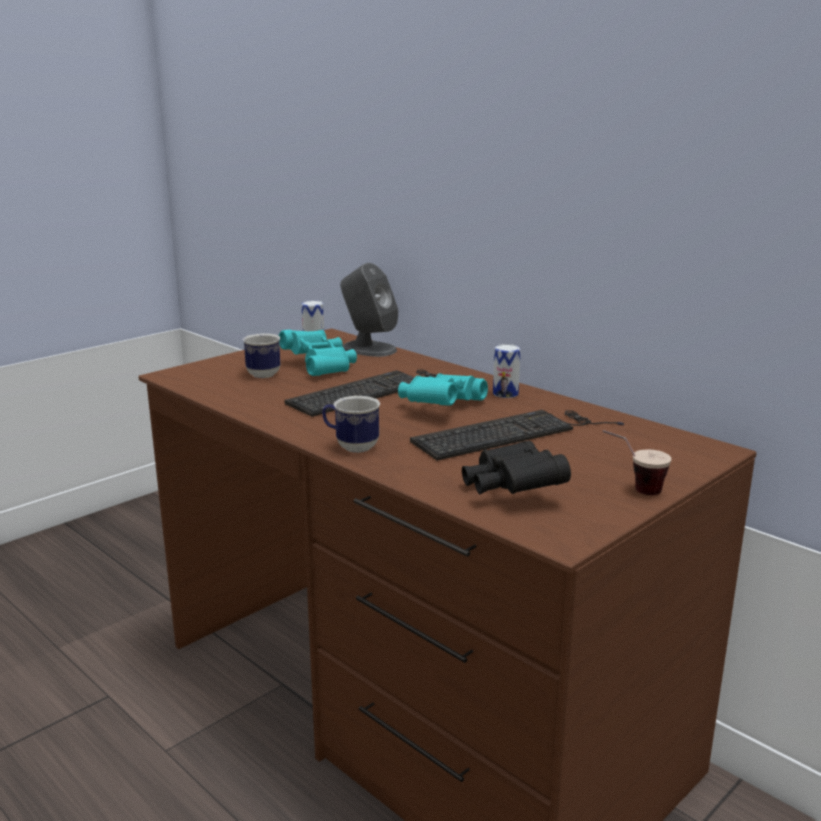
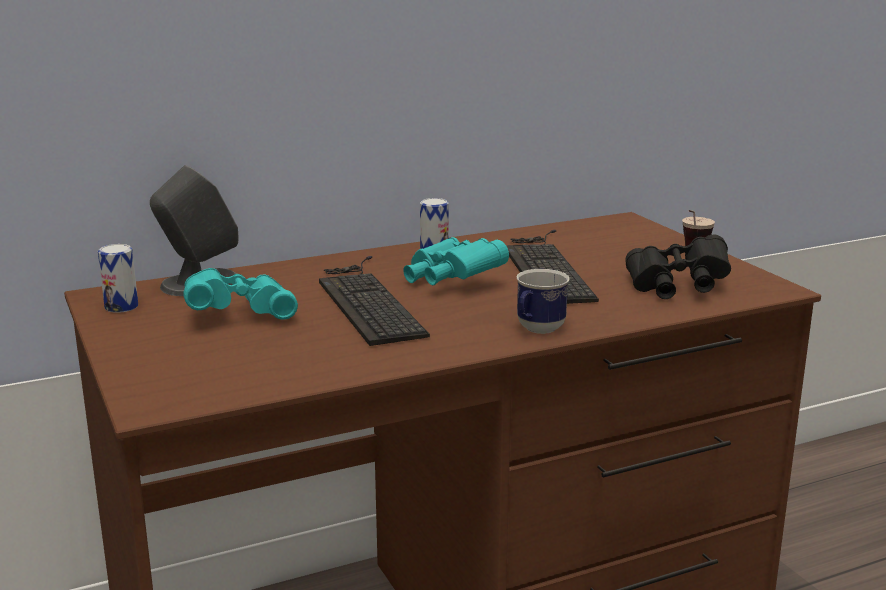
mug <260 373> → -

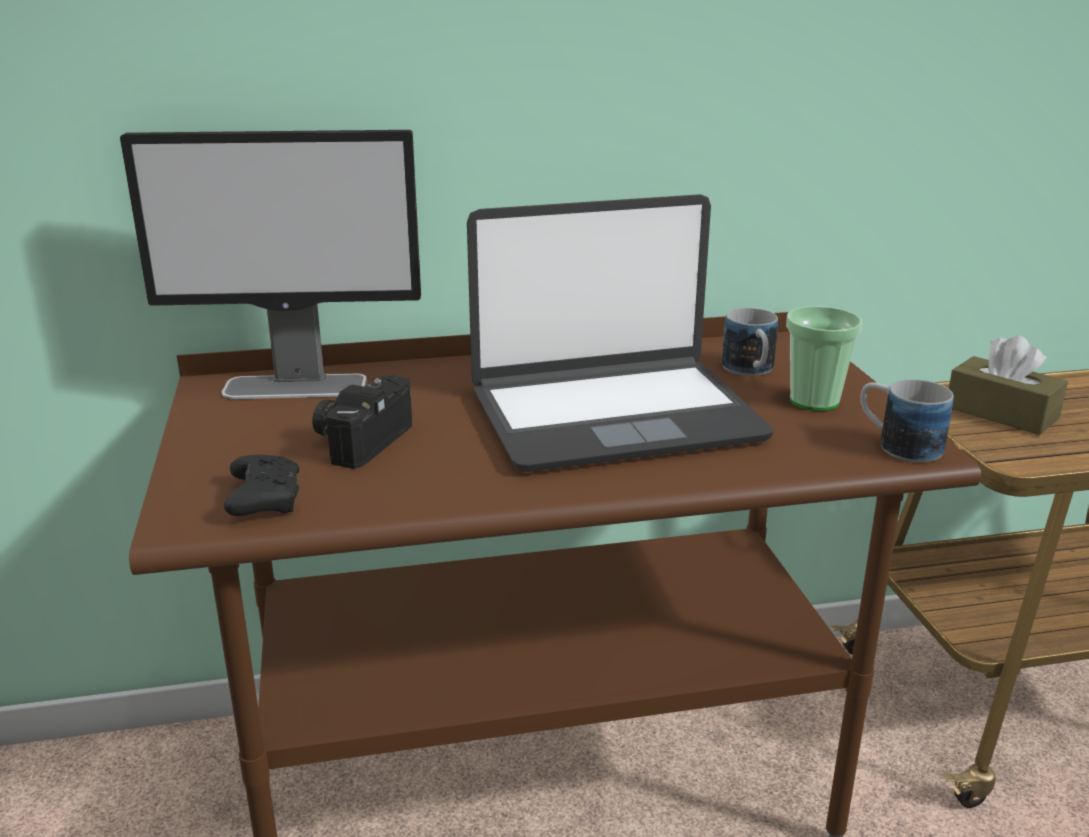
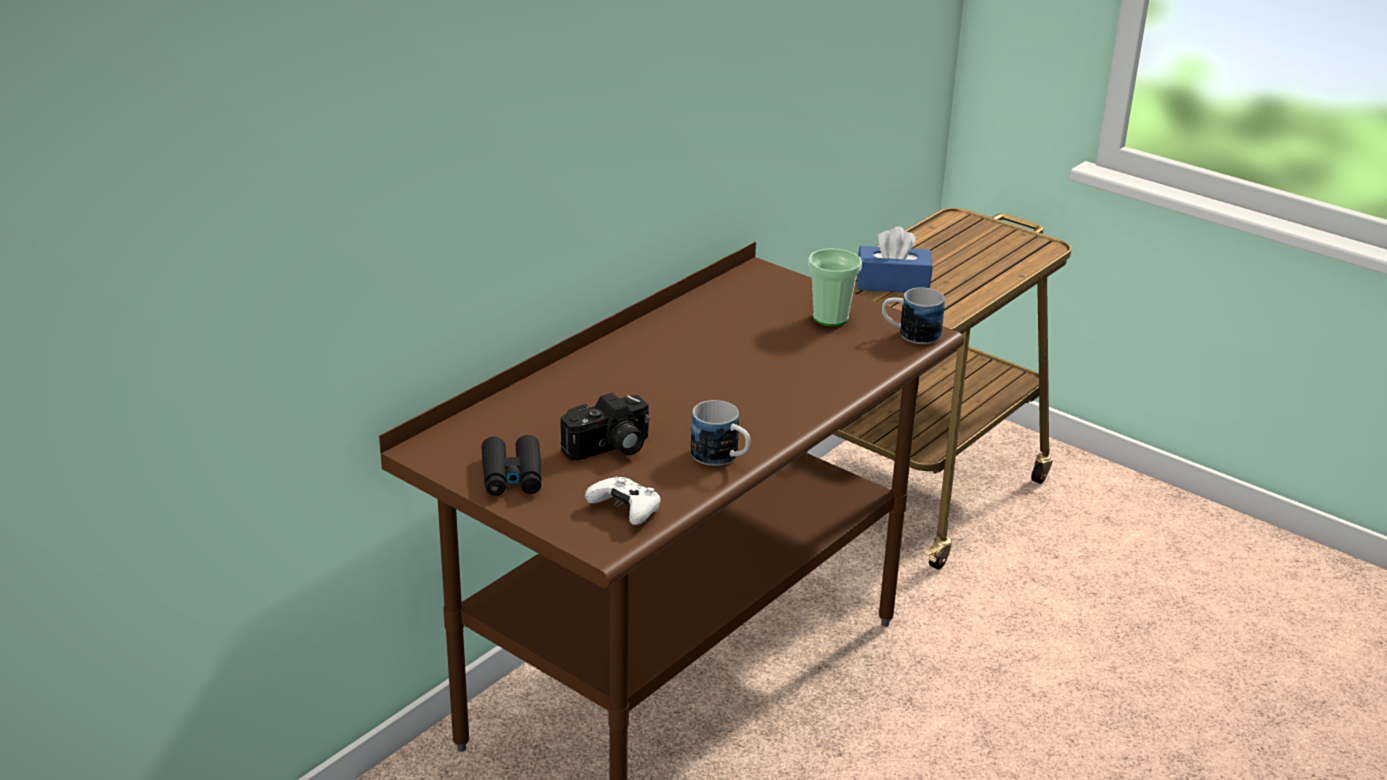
monitor <297 387> → -
laptop <614 416> → -
mug <751 371> → mug <722 458>, relocated
brown_tissue_box <1001 413> → blue_tissue_box <892 283>
photo_camera <361 439> → photo_camera <609 449>, 105 degrees counterclockwise
black_game_controller <265 500> → white_game_controller <626 510>
- → black_binoculars <512 476>

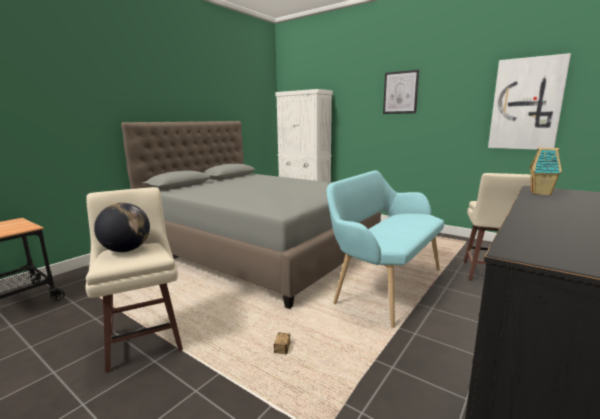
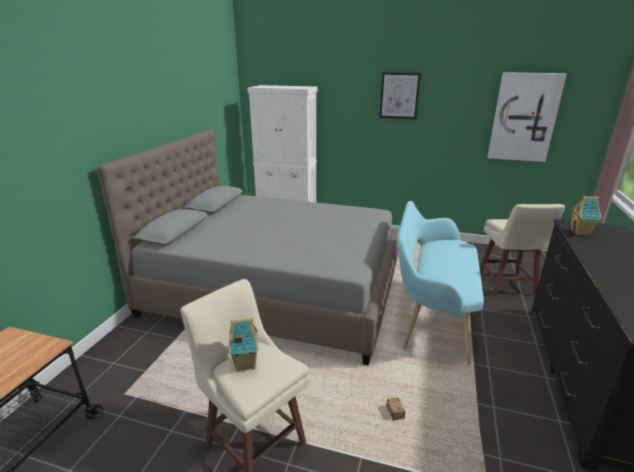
globe <126 250> → toy_house <245 363>

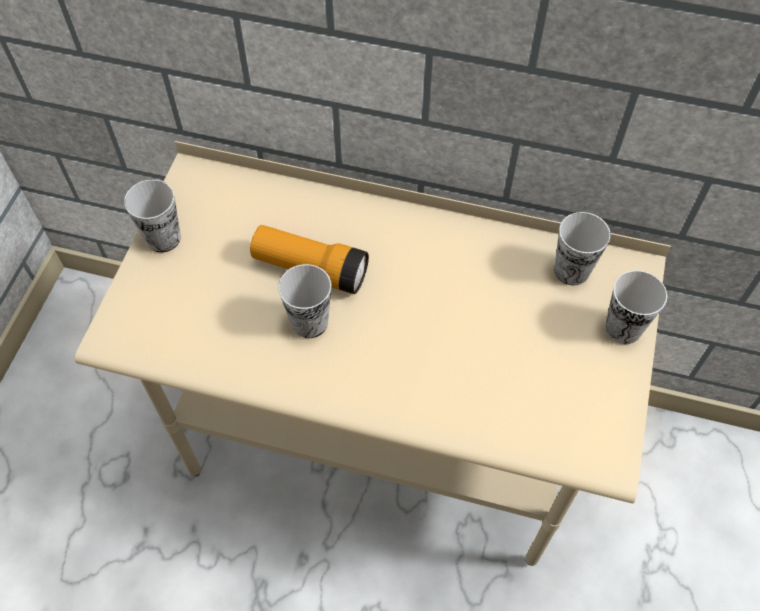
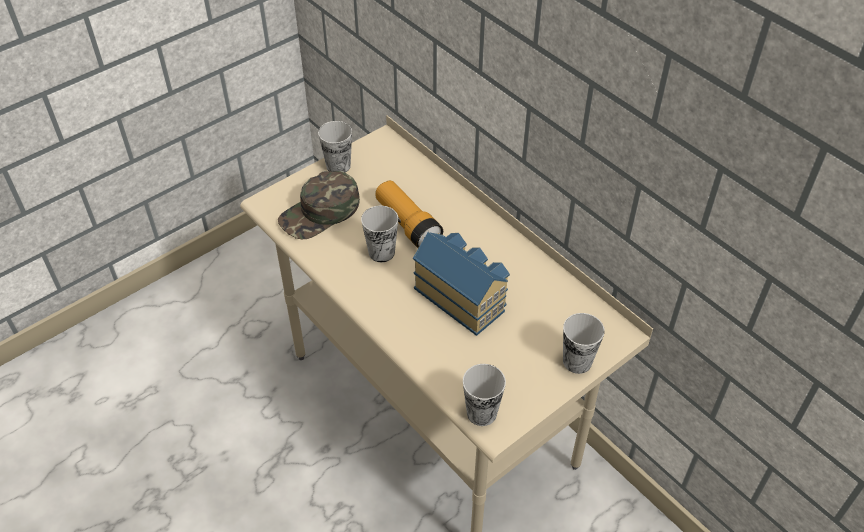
cup <571 270> → cup <481 413>, relocated
- → green_cap <320 213>
- → toy_house <461 296>

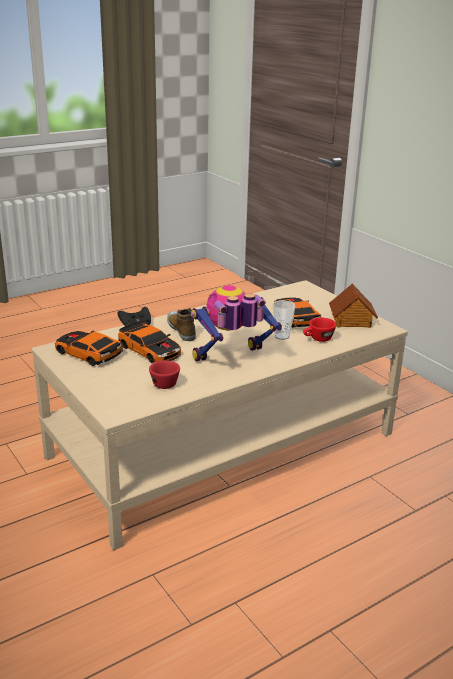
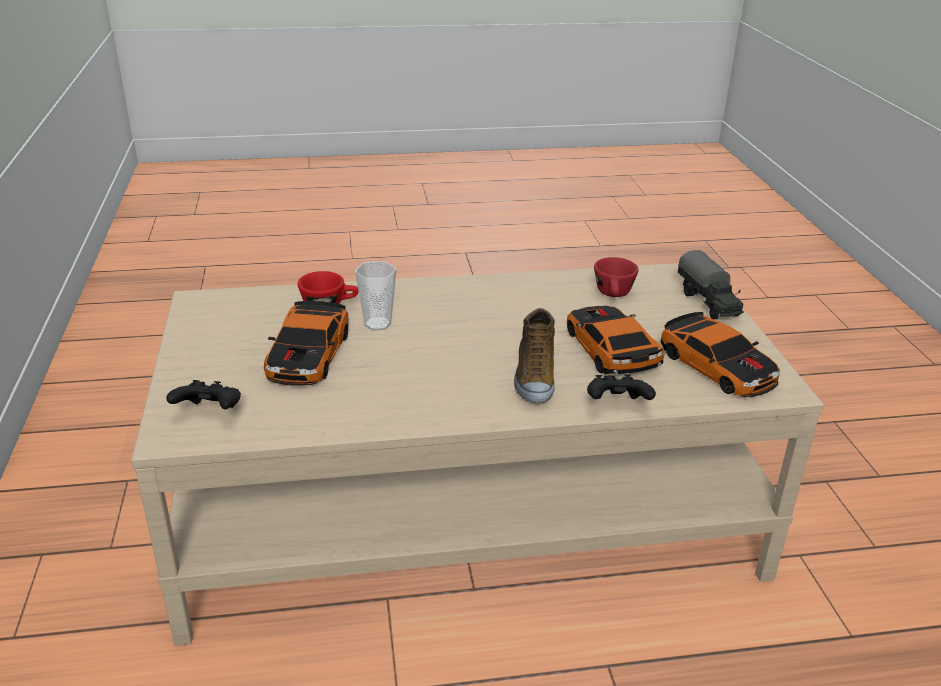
toy_house <351 321> → -
toy_robot <231 359> → -
- → toy_truck <708 303>
- → black_game_controller <210 412>

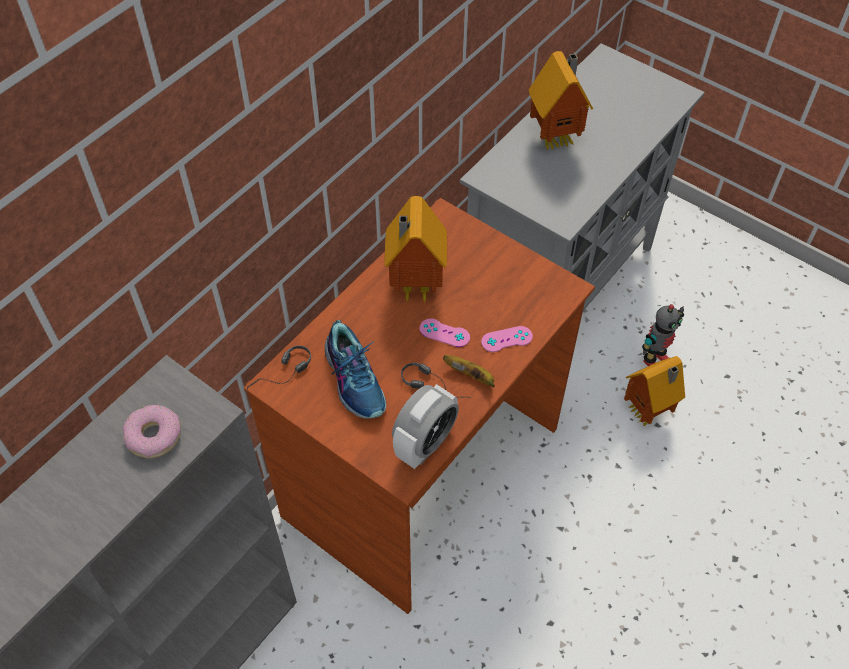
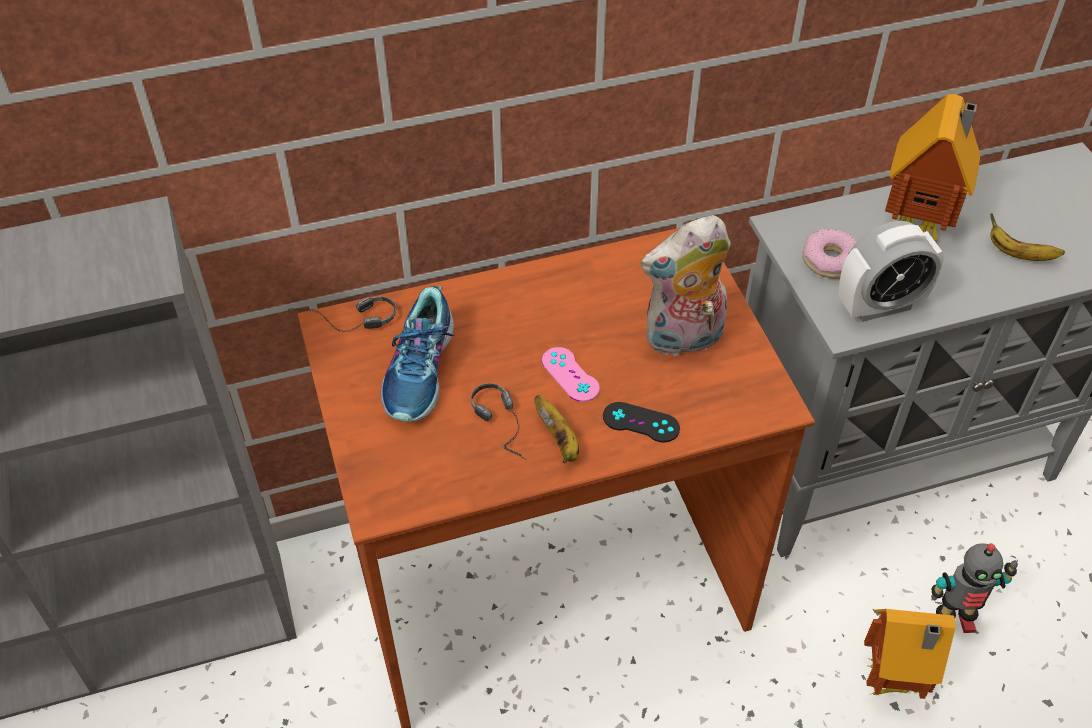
toy_house <413 286> → -
pink_game_controller <506 339> → black_game_controller <641 422>
alarm_clock <425 444> → alarm_clock <880 306>, relocated
donut <154 436> → donut <830 260>, relocated
- → banana <1018 254>
- → plush_toy <683 340>

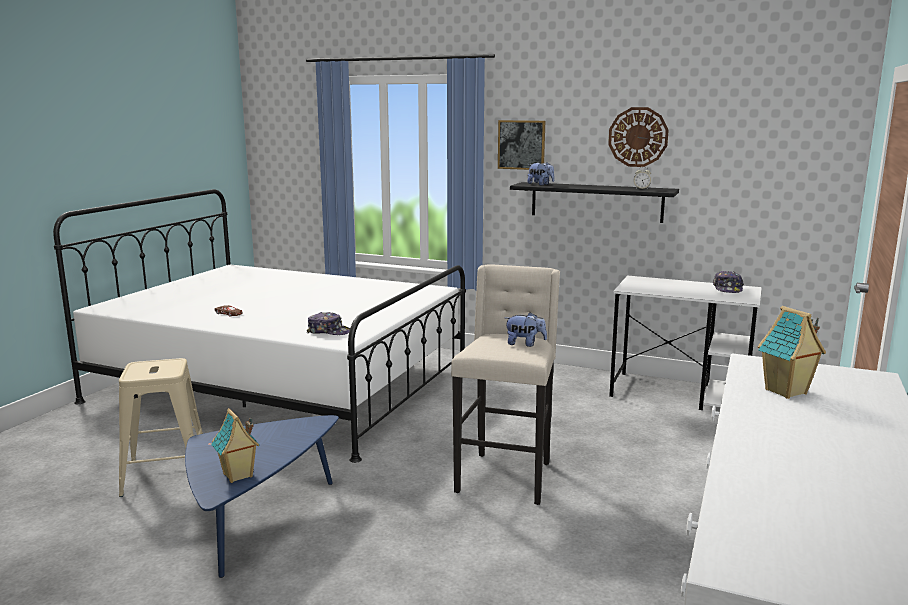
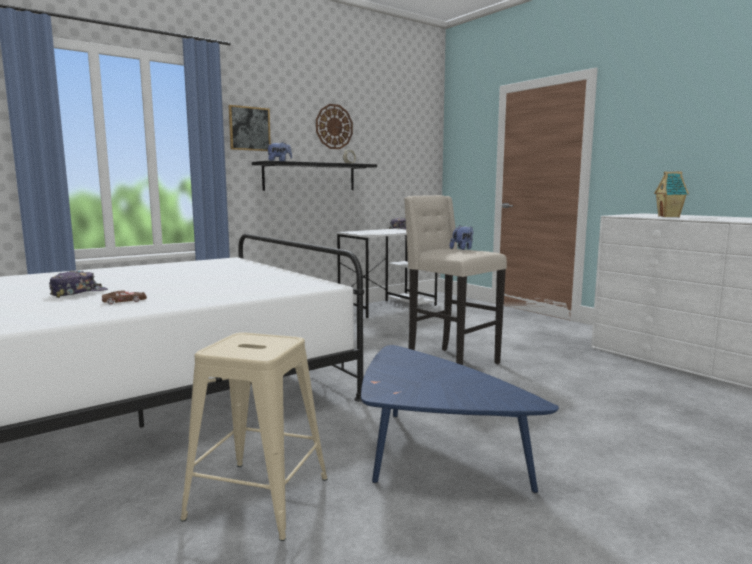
cap <329 332> → cap <79 293>, relocated
toy_house <238 476> → -

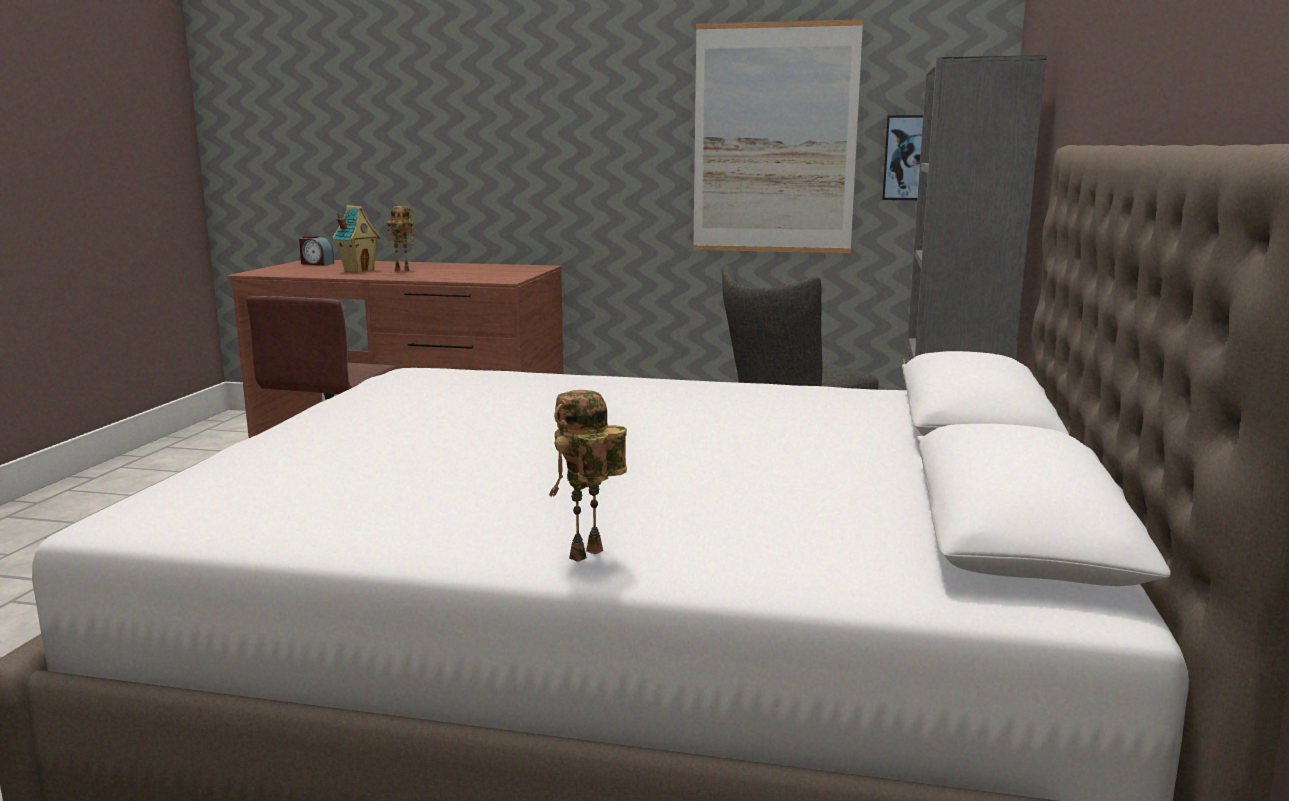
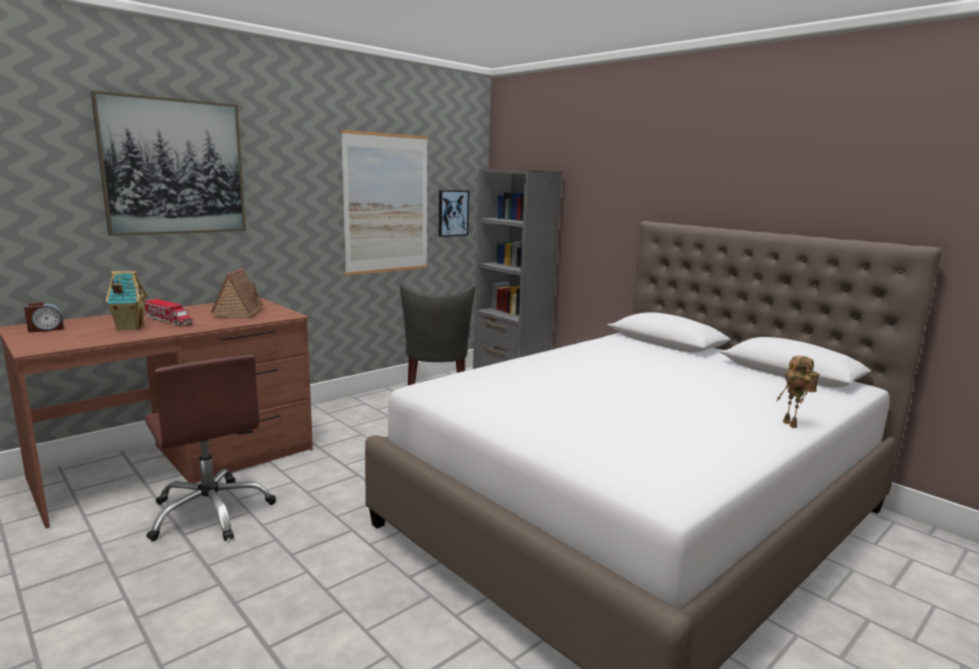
toy_robot <403 270> → toy_truck <169 321>
- → picture <174 167>
- → toy_house <239 312>

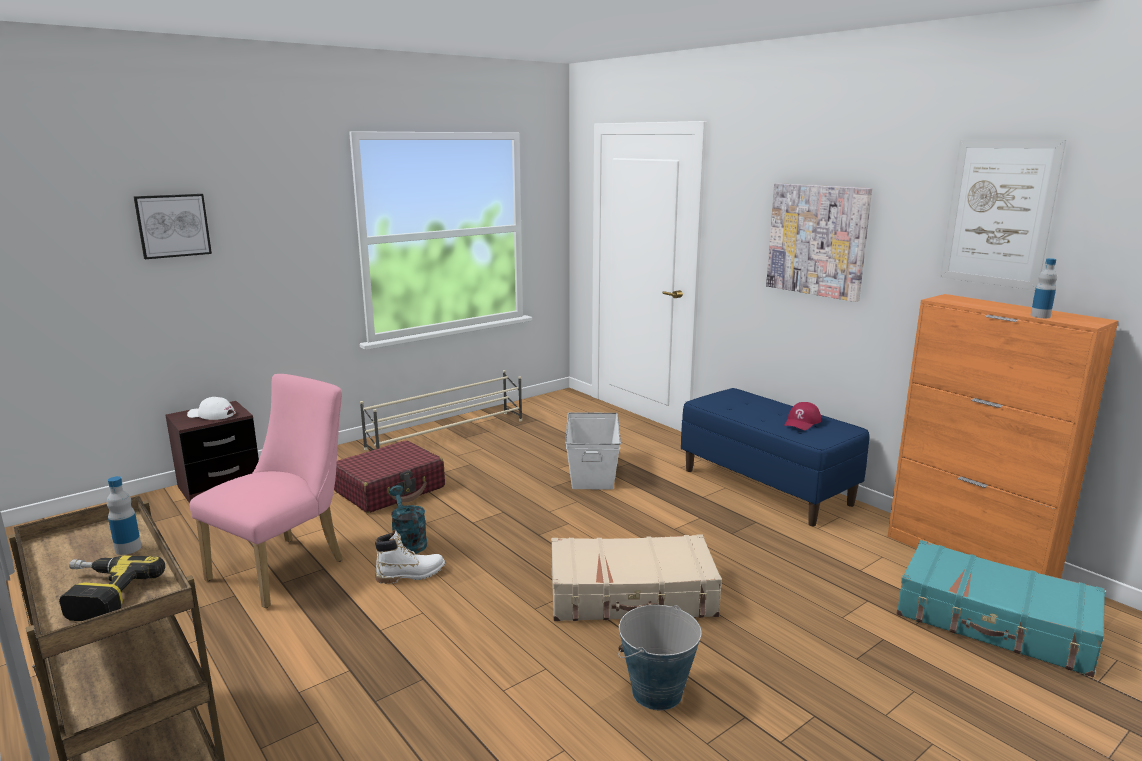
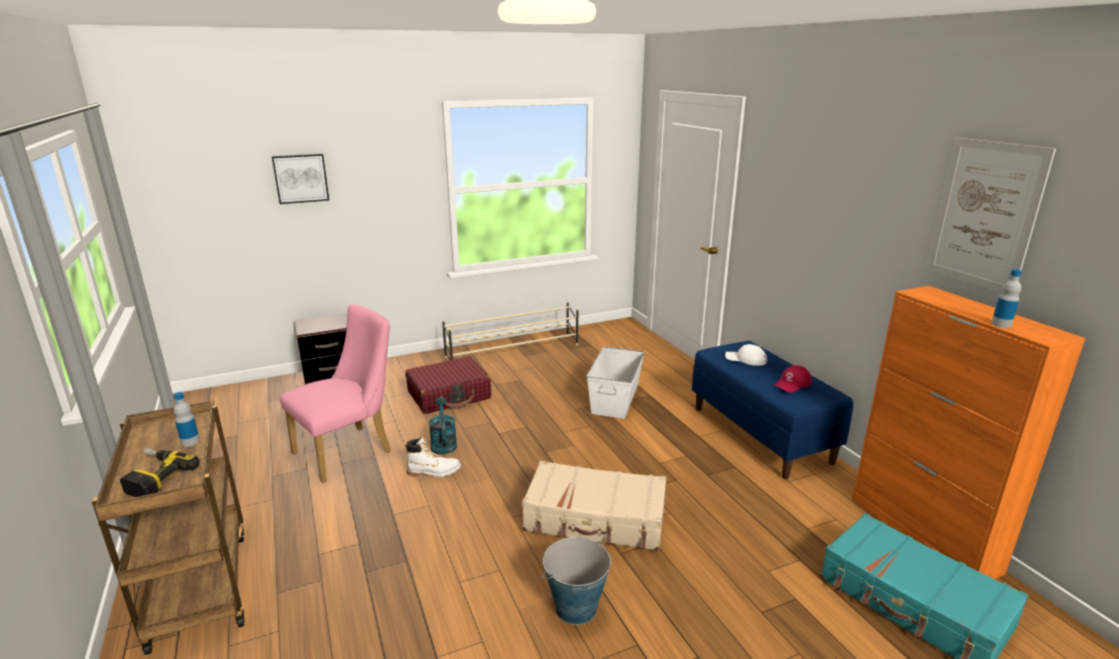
picture <817 240> → -
white_cap <211 415> → white_cap <745 359>, relocated

